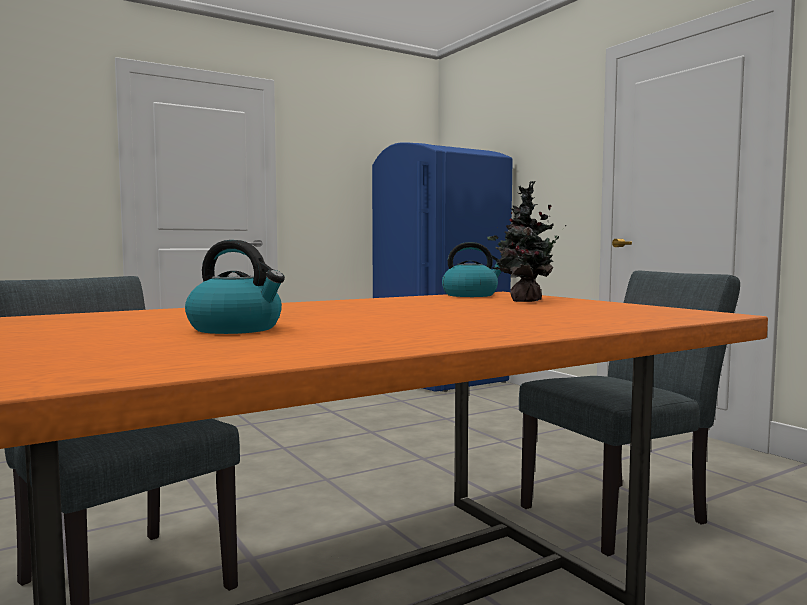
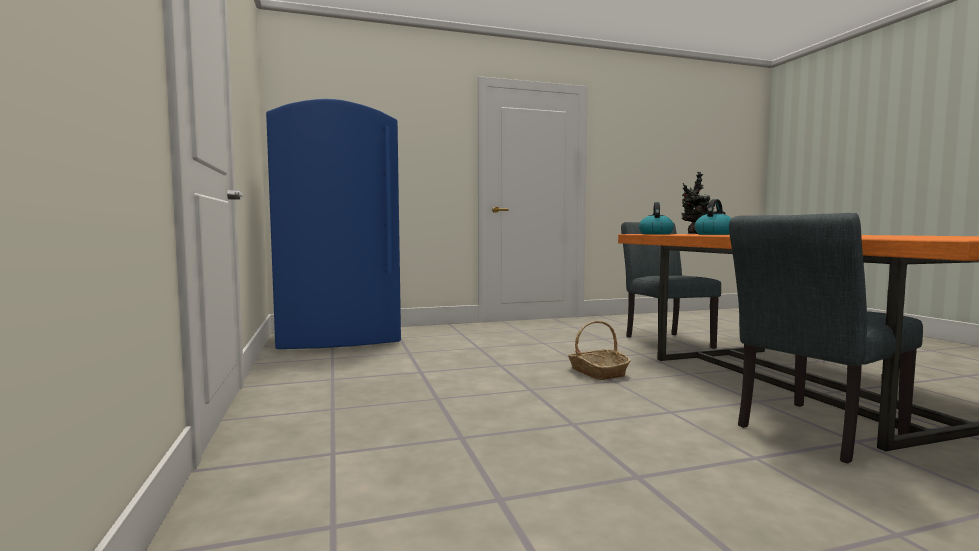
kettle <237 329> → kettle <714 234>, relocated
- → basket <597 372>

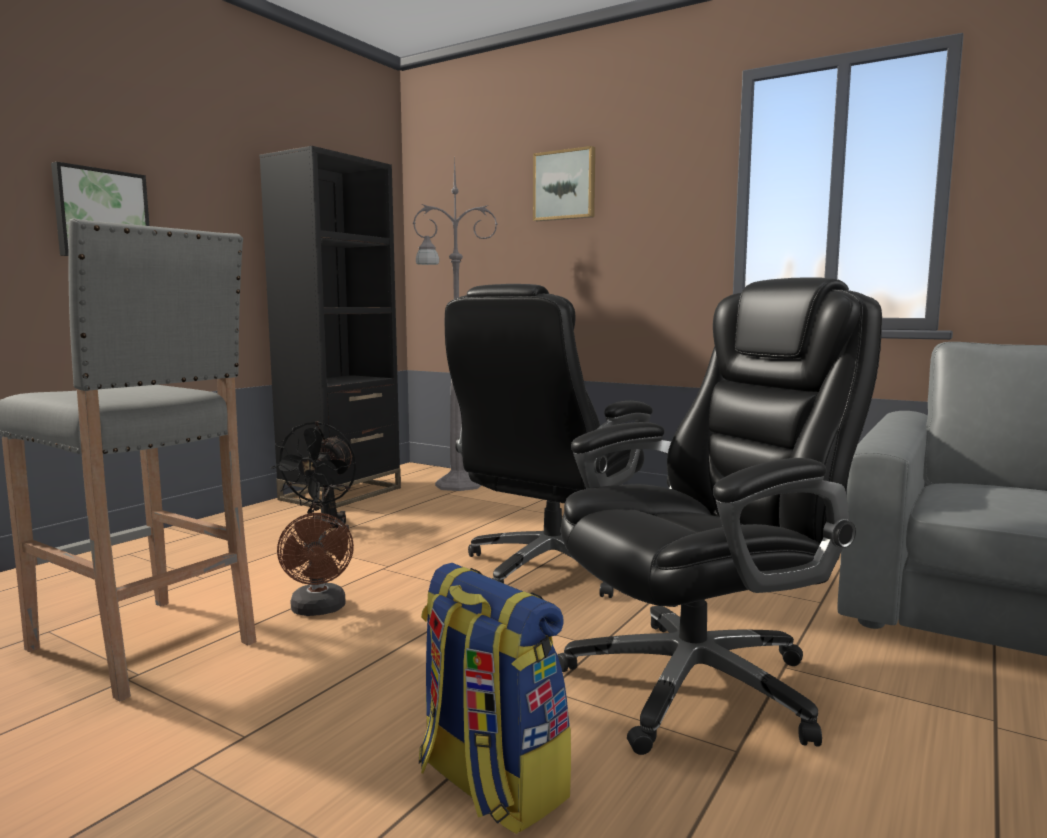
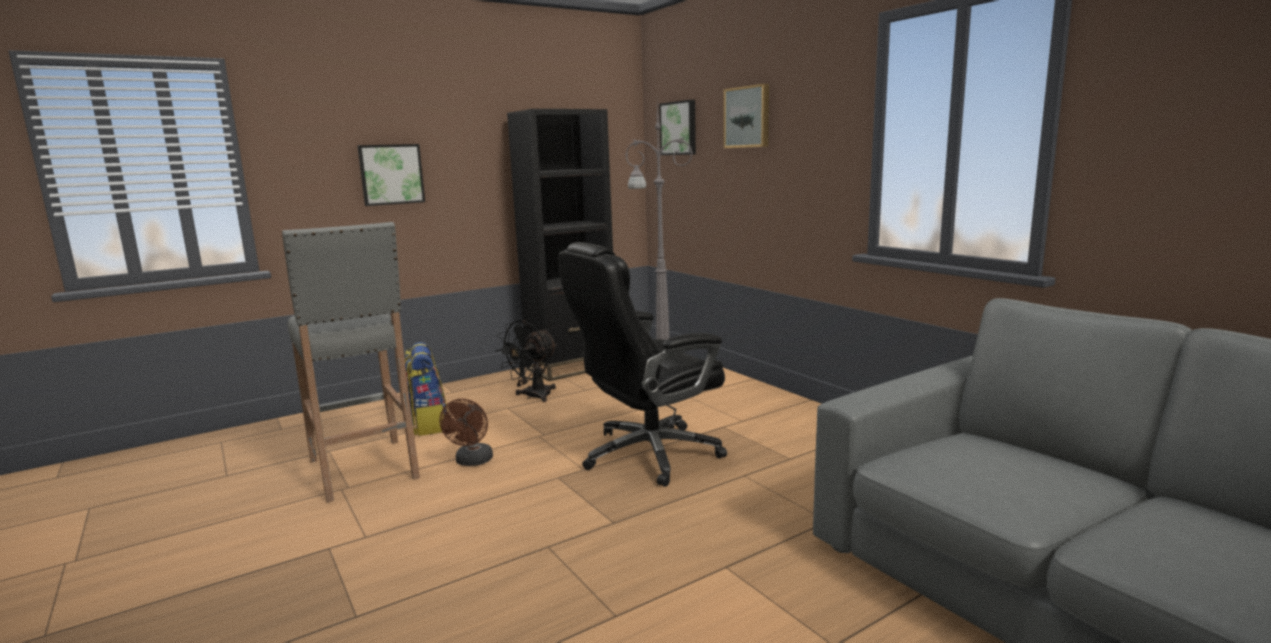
black_office_chair <698 683> → -
backpack <489 784> → backpack <427 425>, relocated
- → picture <679 128>

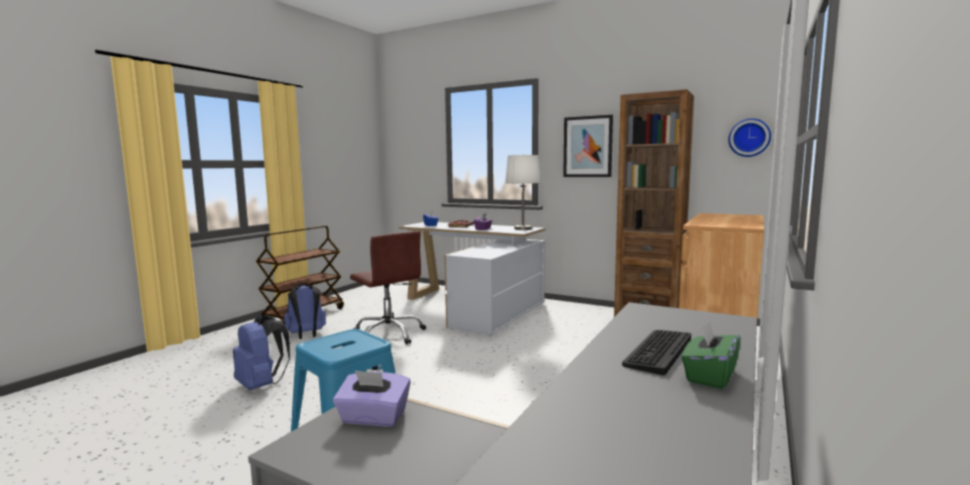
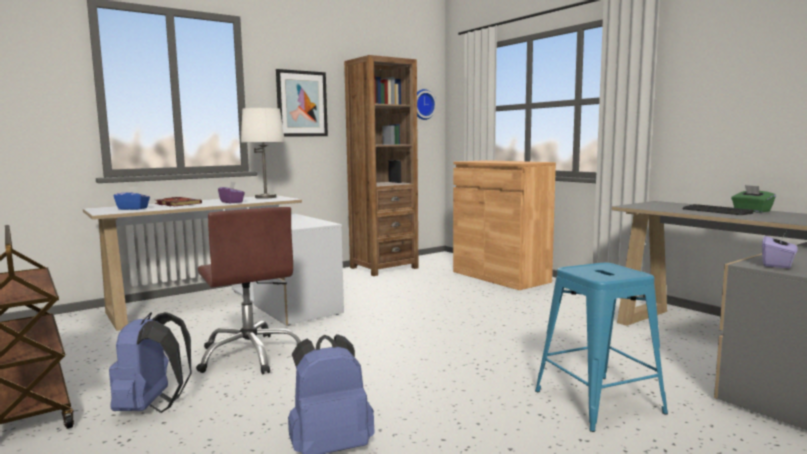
brown_office_chair <389 334> → brown_office_chair <250 355>, 75 degrees clockwise

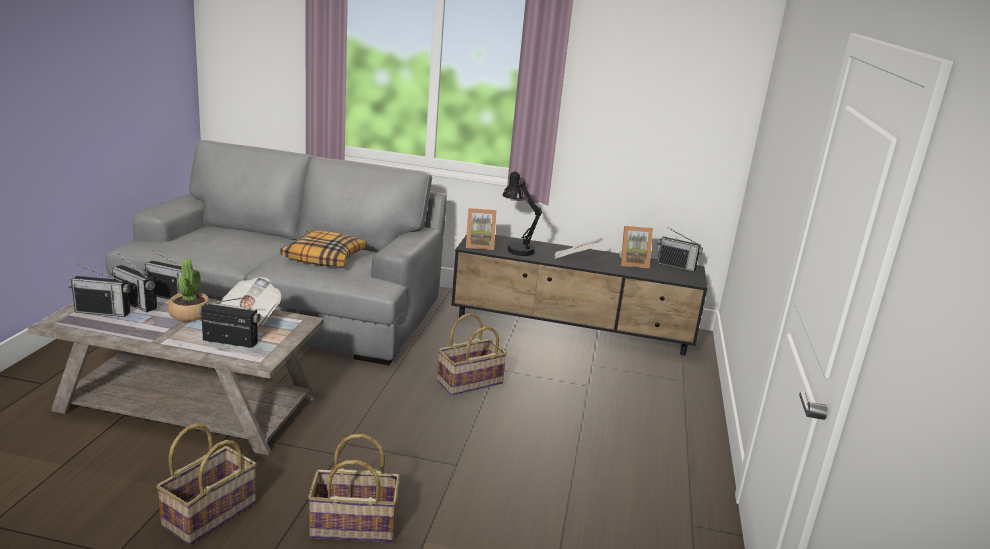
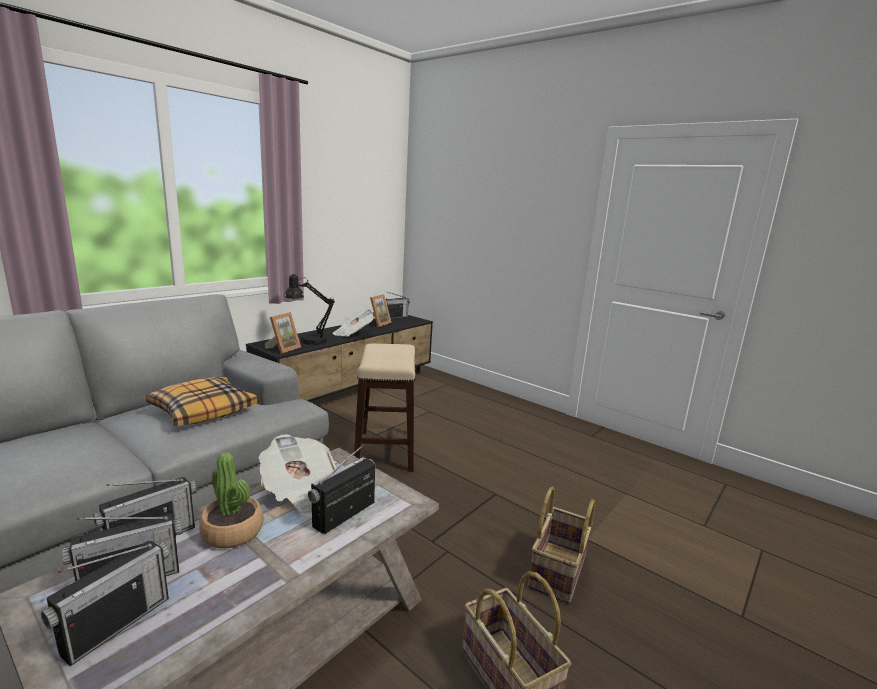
basket <470 382> → stool <385 450>

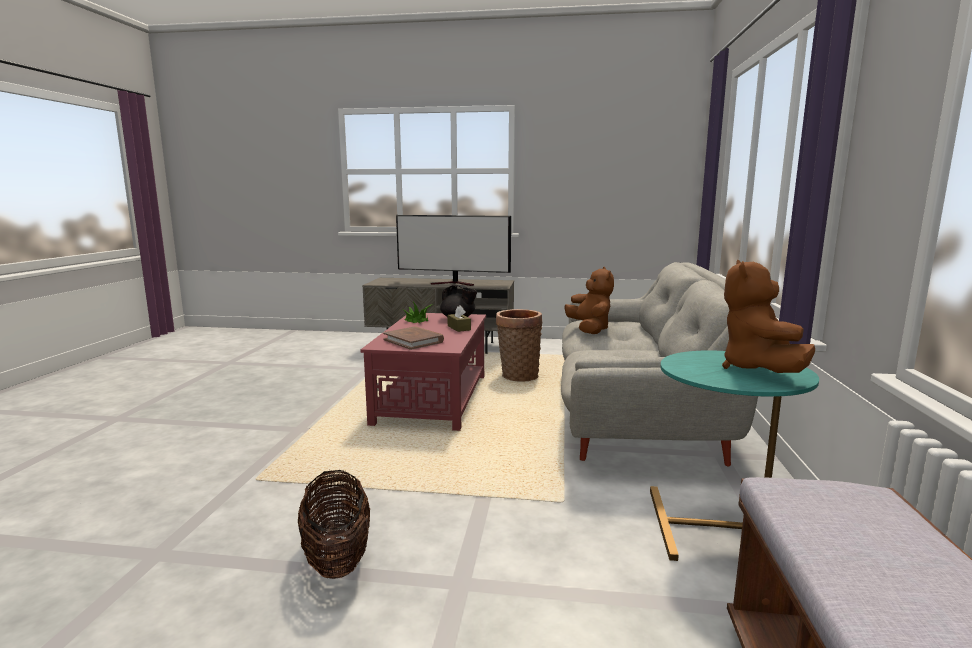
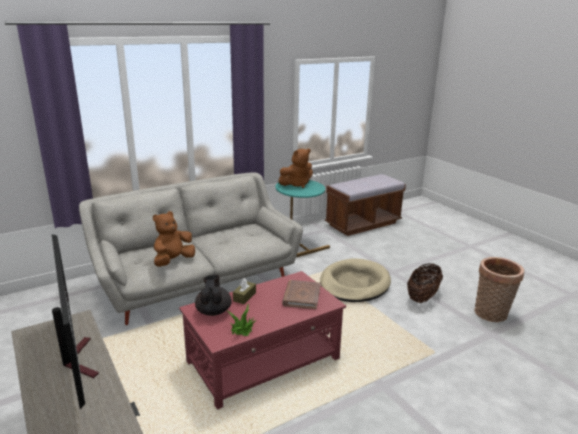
basket <517 376> → basket <491 315>, relocated
- → beige_dog_bed <354 284>

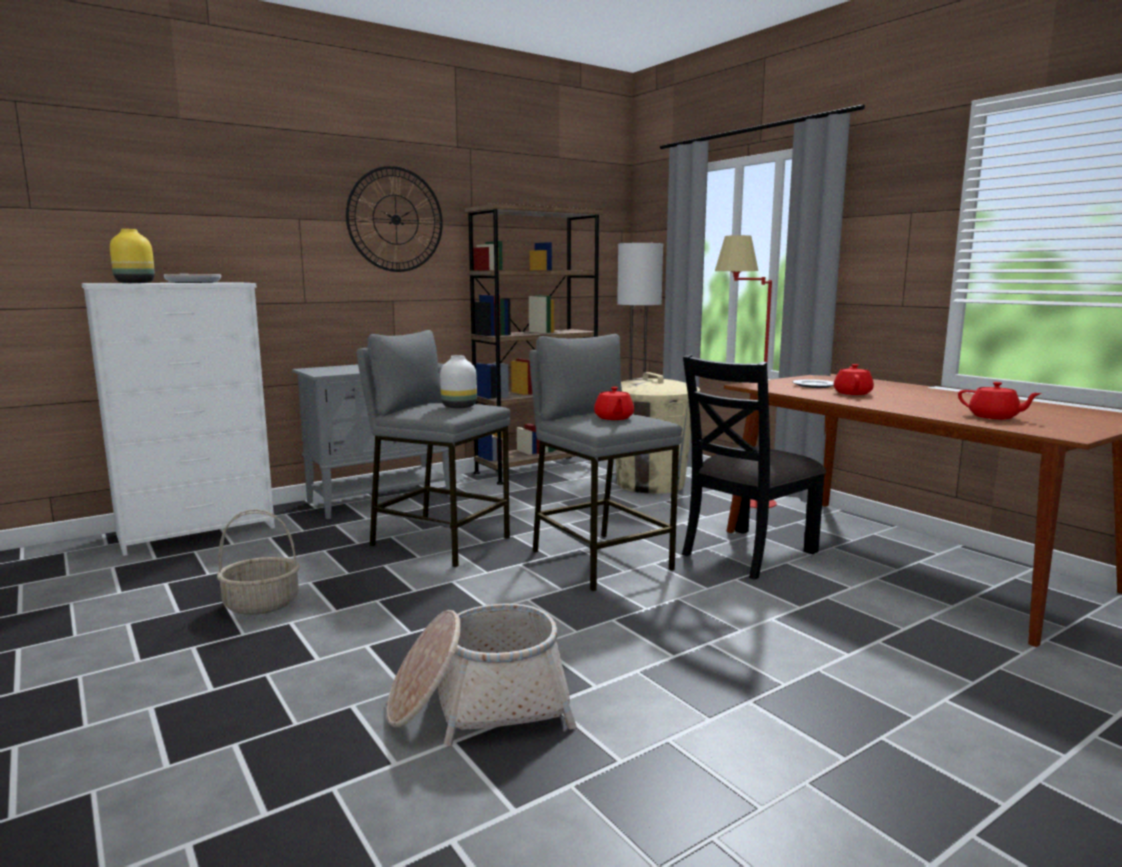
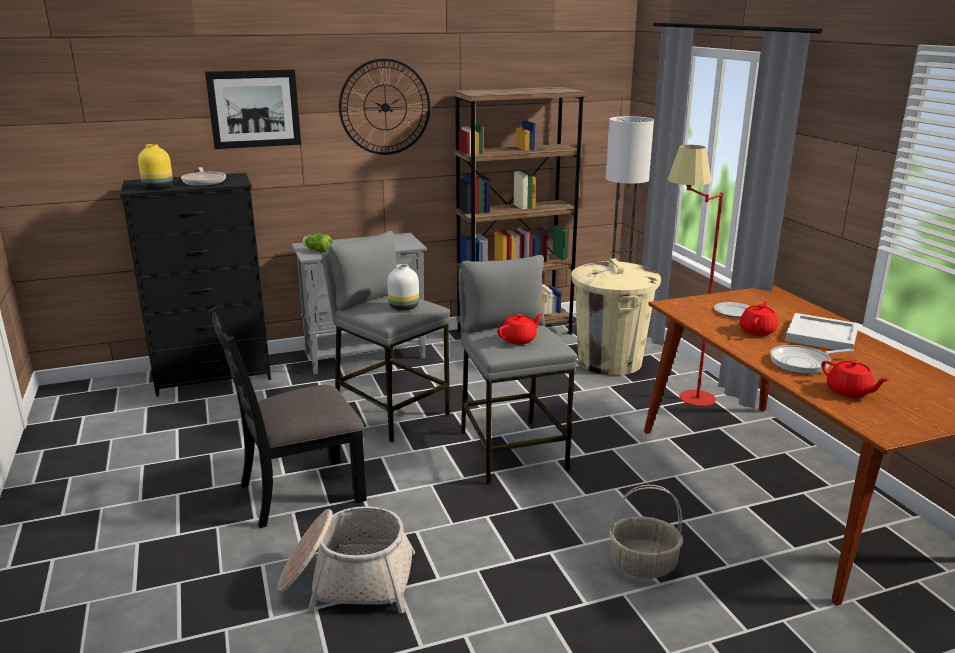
white_dresser <198 531> → black_dresser <215 376>
black_chair <747 553> → black_chair <300 492>, relocated
red_teapot <613 418> → red_teapot <519 340>, 135 degrees counterclockwise
basket <262 604> → basket <643 563>, relocated
- → picture <254 109>
- → lettuce <317 250>
- → white_tray <822 336>
- → frying_pan <803 363>

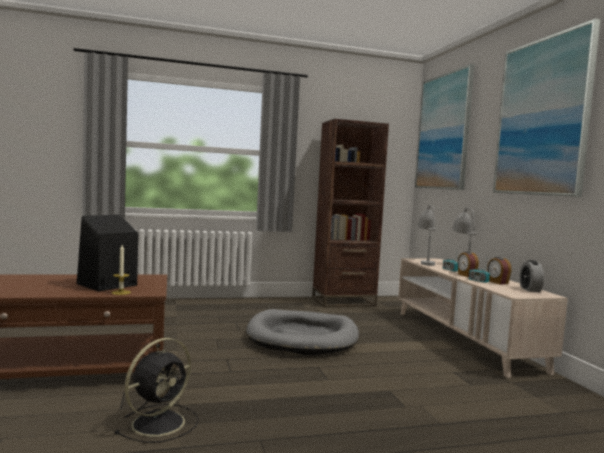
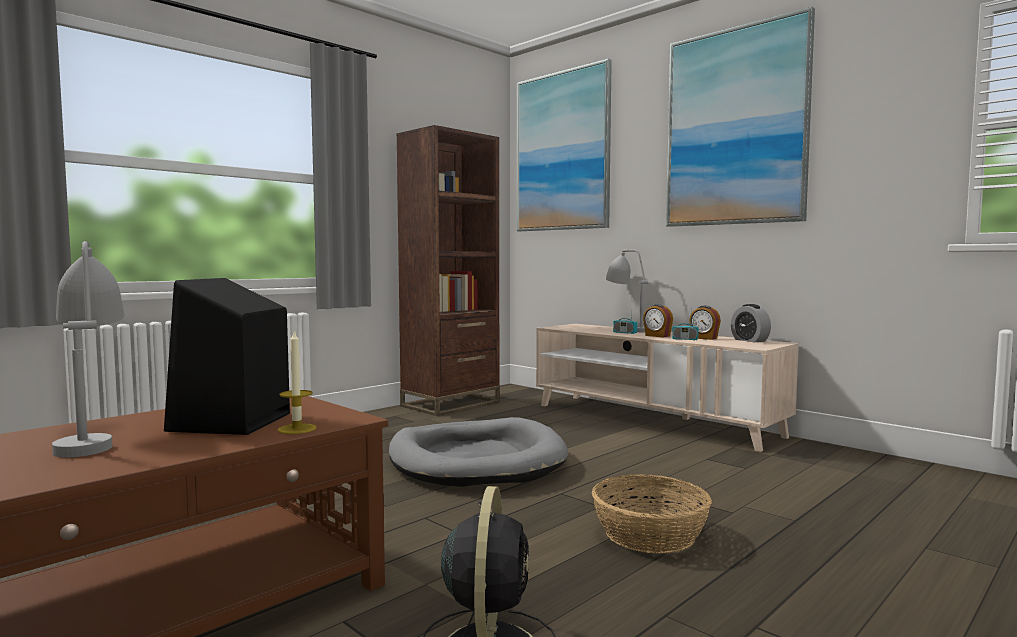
grey_table_lamp <425 261> → grey_table_lamp <91 436>, relocated
- → basket <650 534>

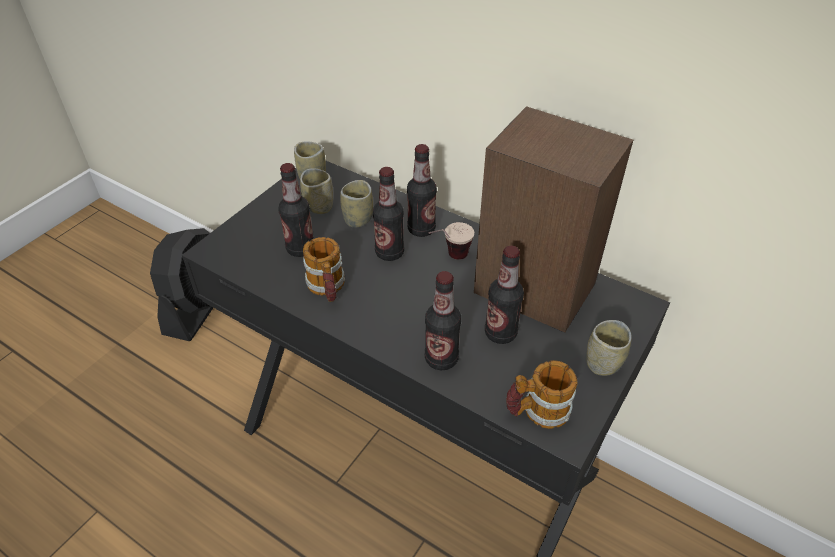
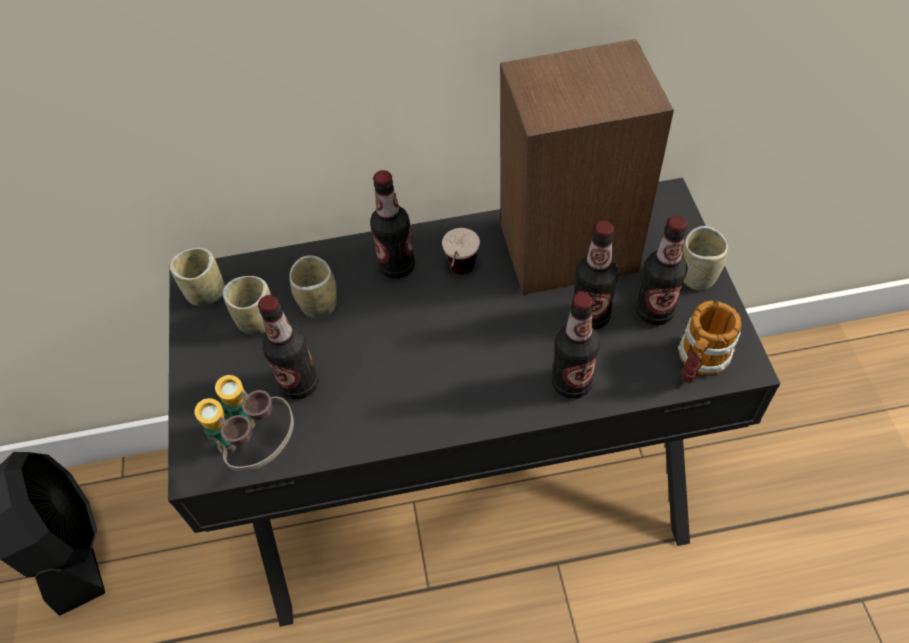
bottle <389 253> → bottle <654 311>, relocated
mug <327 288> → -
- → binoculars <257 447>

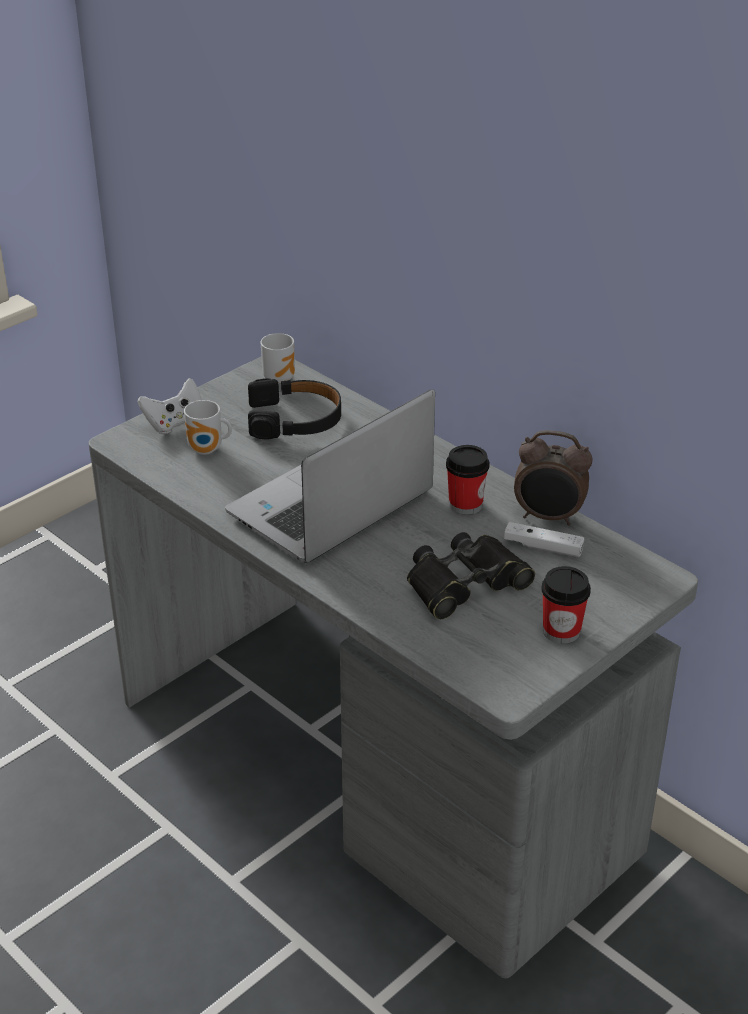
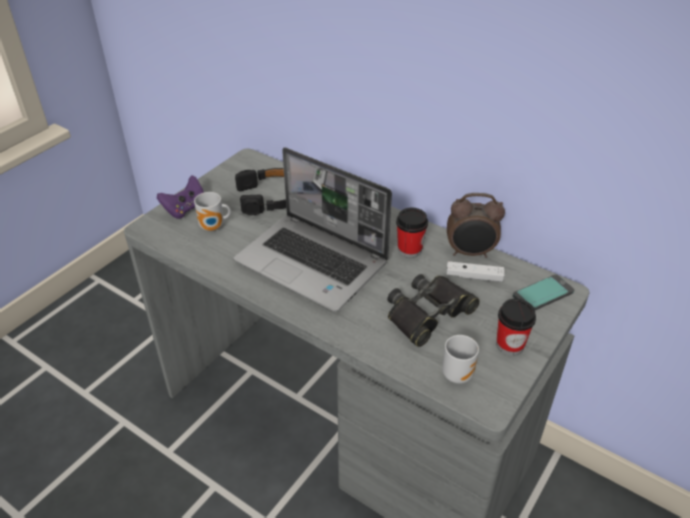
mug <280 378> → mug <457 373>, relocated
white_game_controller <175 423> → purple_game_controller <185 209>
laptop <330 507> → laptop <313 263>, 90 degrees counterclockwise
- → phone <542 294>

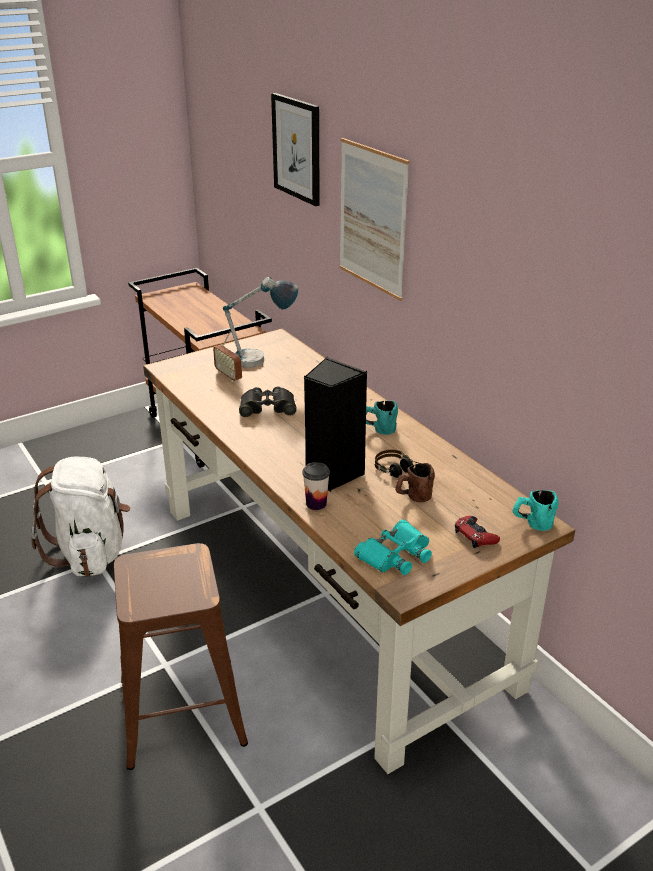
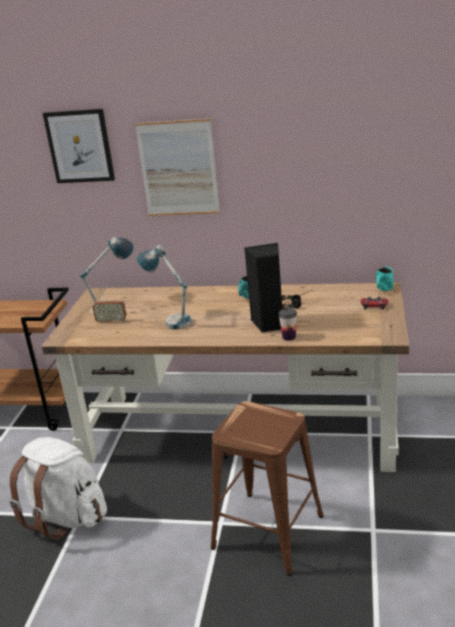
black_binoculars <267 407> → table_lamp <170 320>
brown_mug <412 497> → -
turquoise_binoculars <395 554> → -

